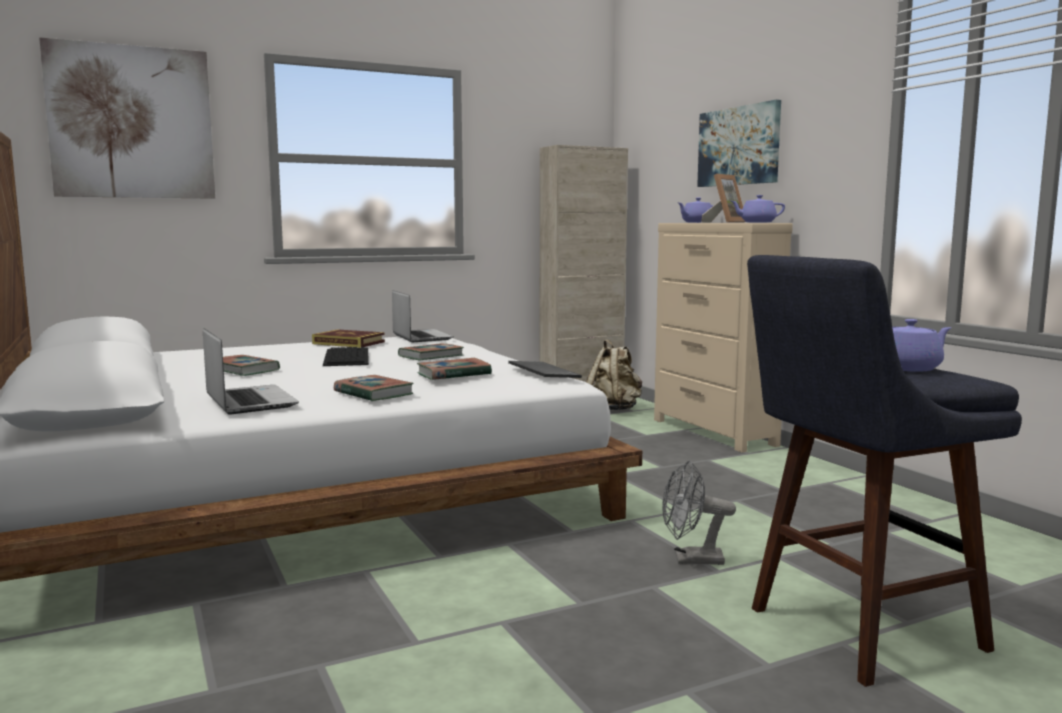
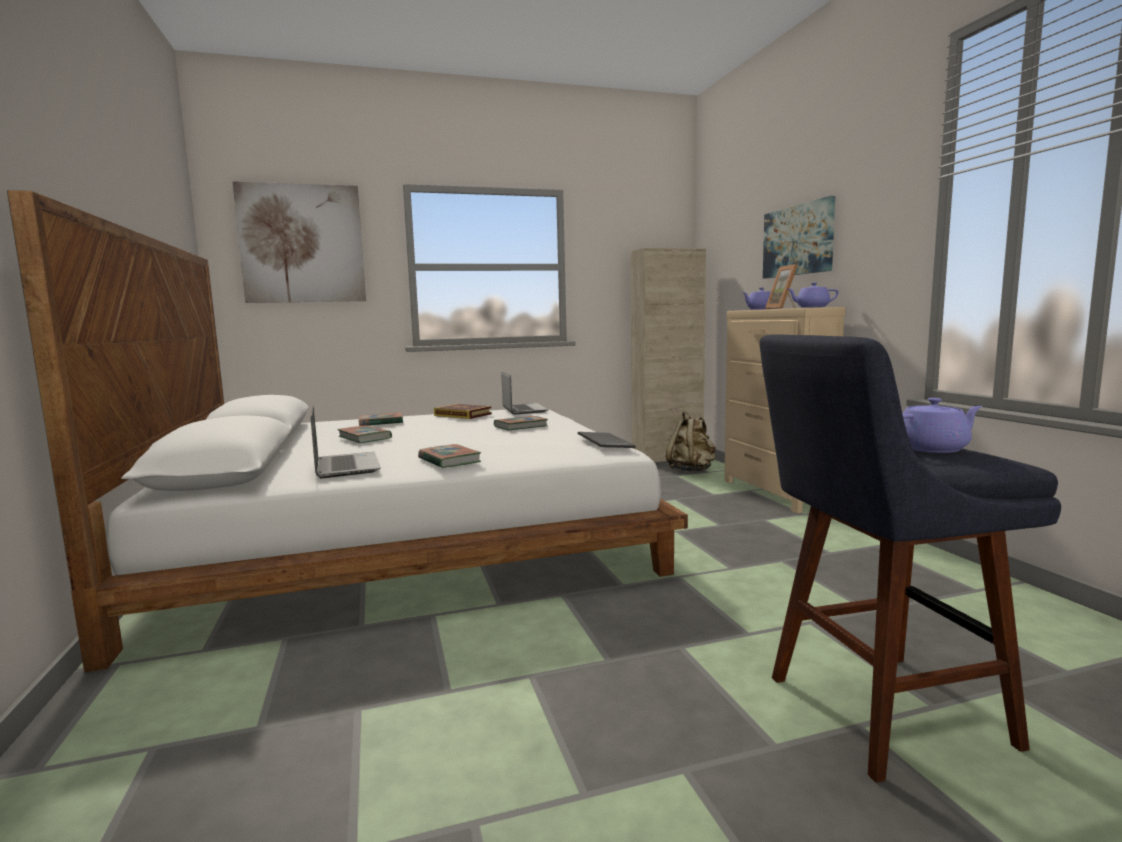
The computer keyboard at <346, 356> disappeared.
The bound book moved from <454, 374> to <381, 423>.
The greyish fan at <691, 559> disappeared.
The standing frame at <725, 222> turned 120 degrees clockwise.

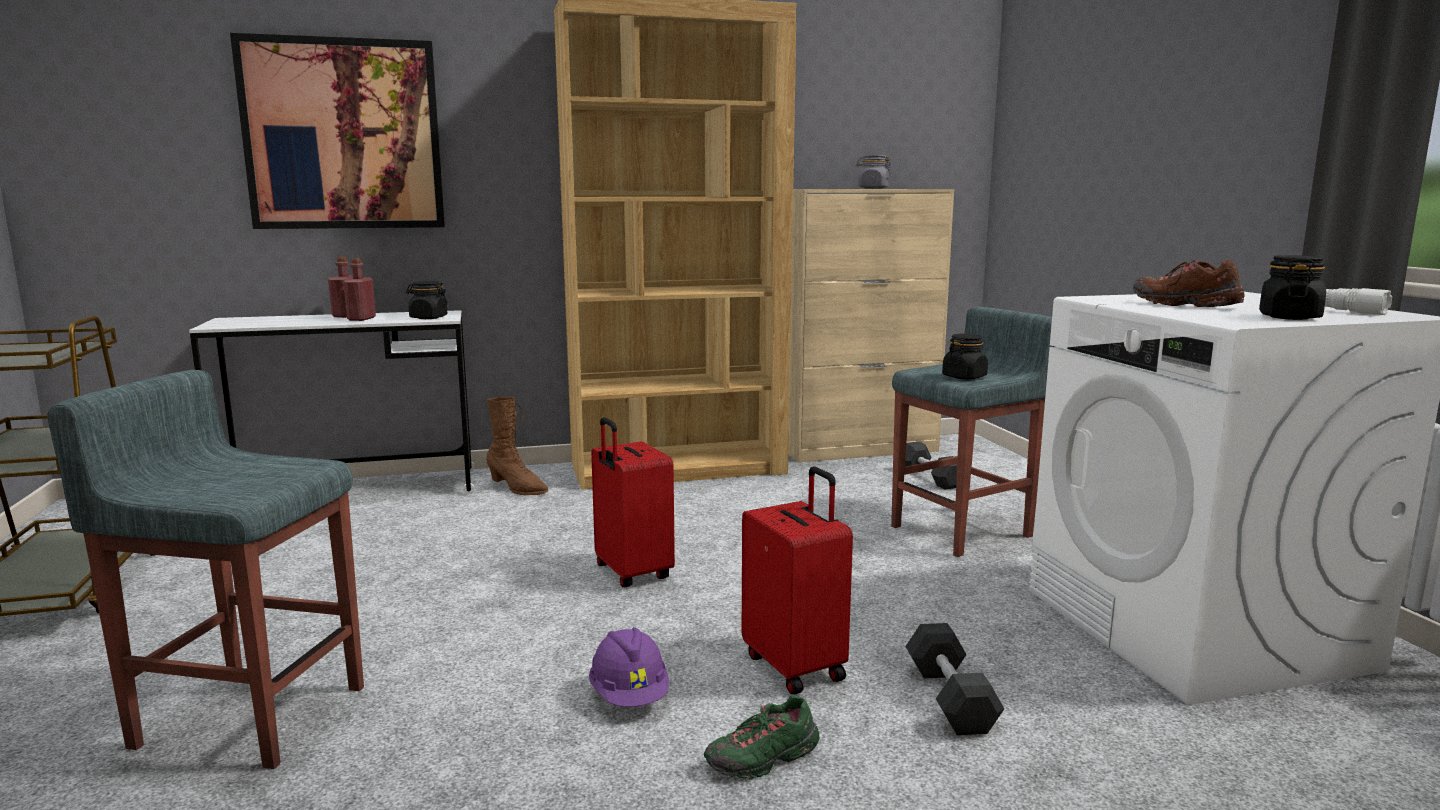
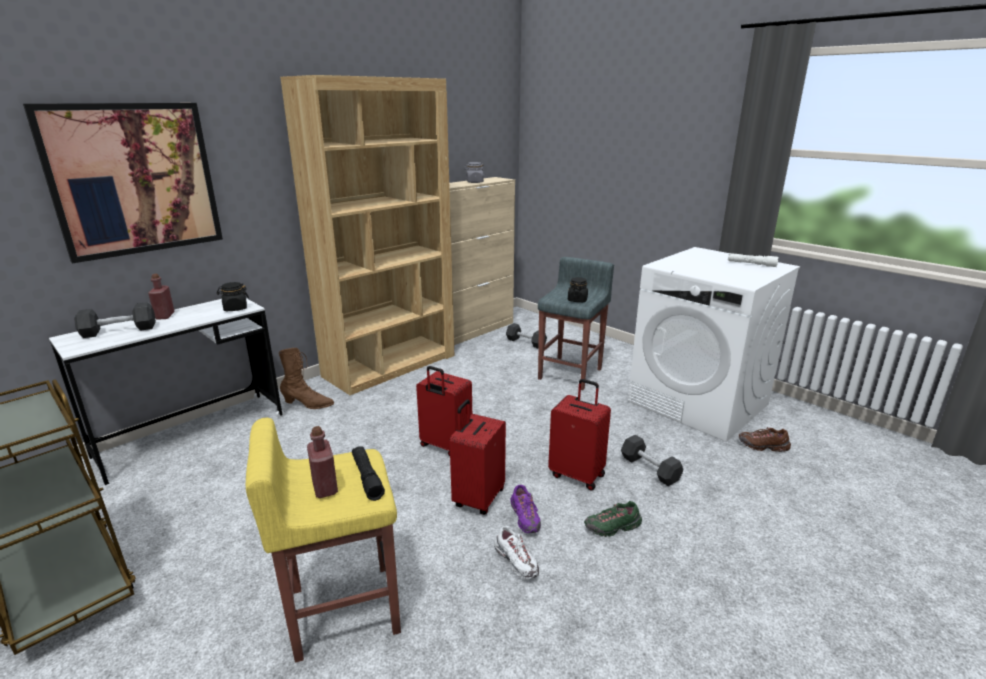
The greyish stool at <249, 715> became the yellow stool at <342, 610>.
The red beverage bottle moved from <361, 319> to <325, 488>.
The purplish work helmet at <630, 696> was replaced by the purplish shoe at <525, 518>.
The green-coloured shoe at <763, 759> turned 45 degrees clockwise.
The brown-coloured shoe moved from <1185, 305> to <763, 446>.
The black-coloured storage jar at <1289, 317> disappeared.
The black-coloured dumbbell at <119, 331> appeared.
The black-coloured hand torch at <367, 477> appeared.
The red travel case at <478, 498> appeared.
The whitish shoe at <516, 562> appeared.

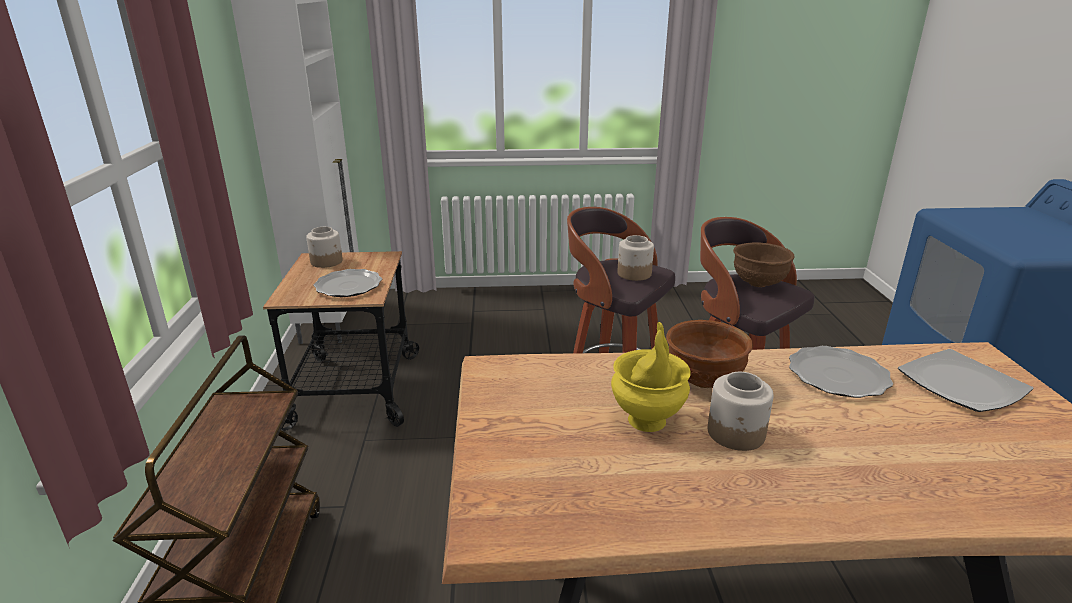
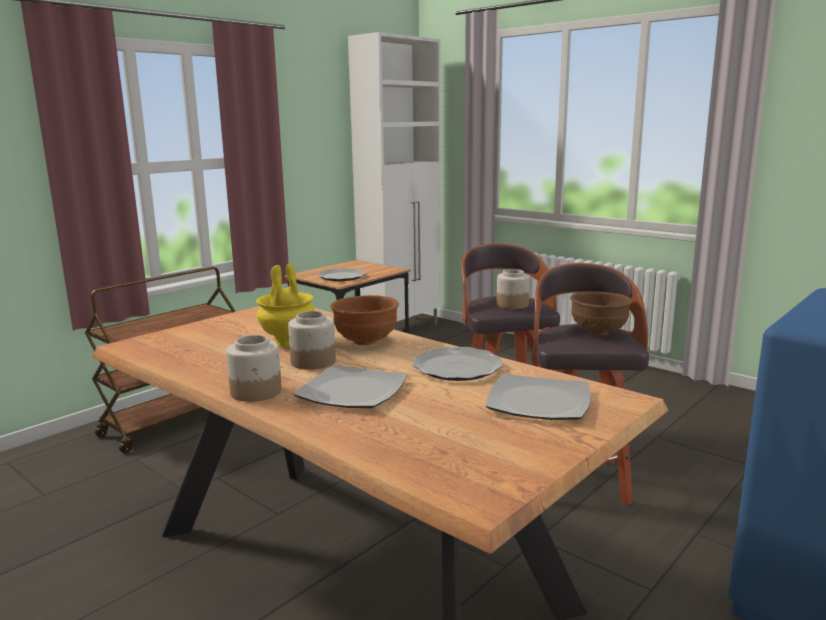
The storage jar moved from <327, 261> to <256, 392>.
The plate at <351, 391> appeared.

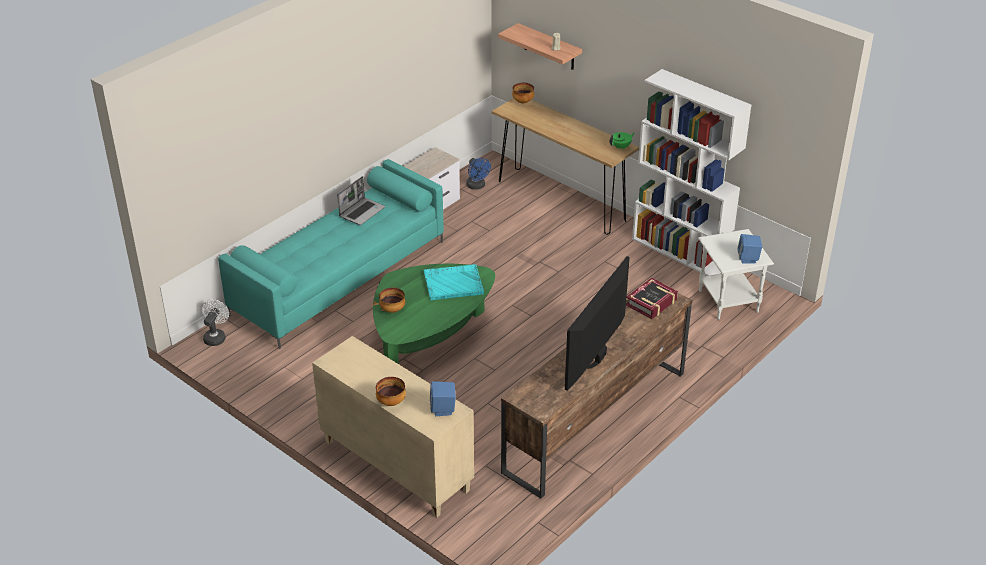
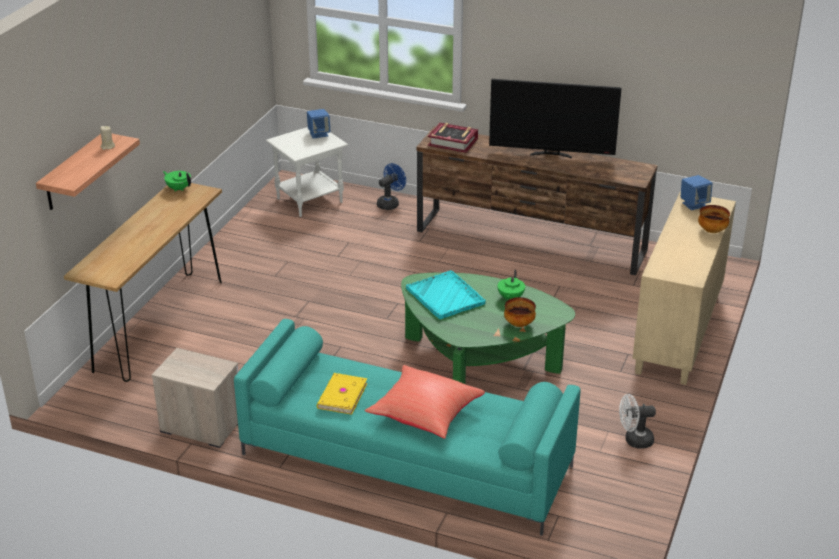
The whitish fan moved from <216, 337> to <634, 440>.
The laptop at <362, 212> was replaced by the yellow bound book at <341, 396>.
The bluish fan moved from <477, 186> to <390, 203>.
The deep dish at <523, 101> disappeared.
The whitish shelving unit at <680, 252> disappeared.
The red throw pillow at <424, 416> appeared.
The green-coloured pot for tea at <510, 298> appeared.

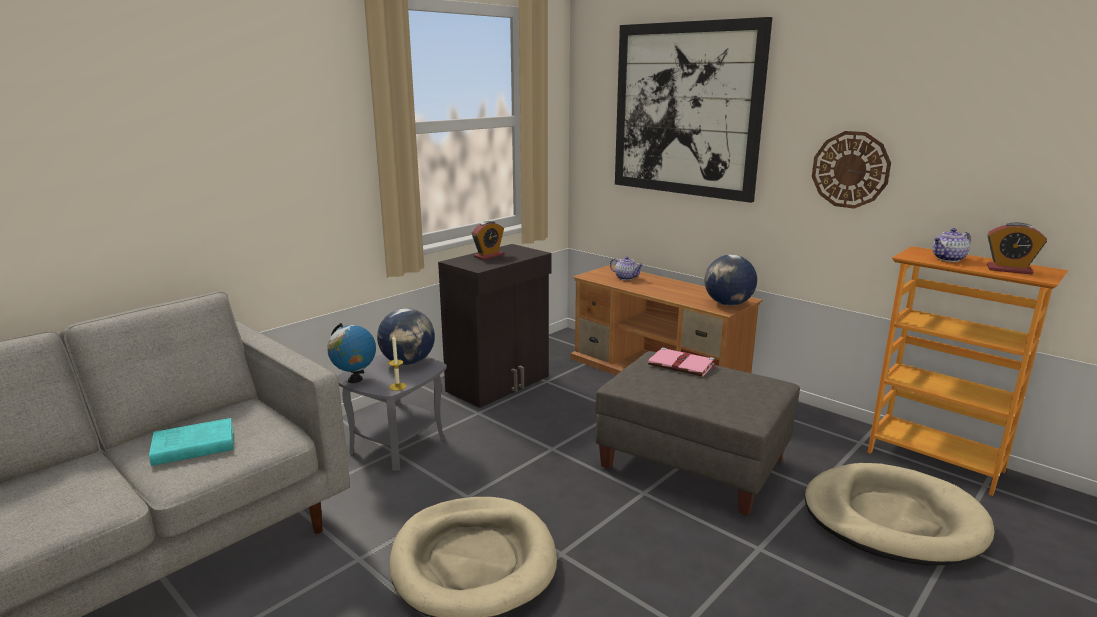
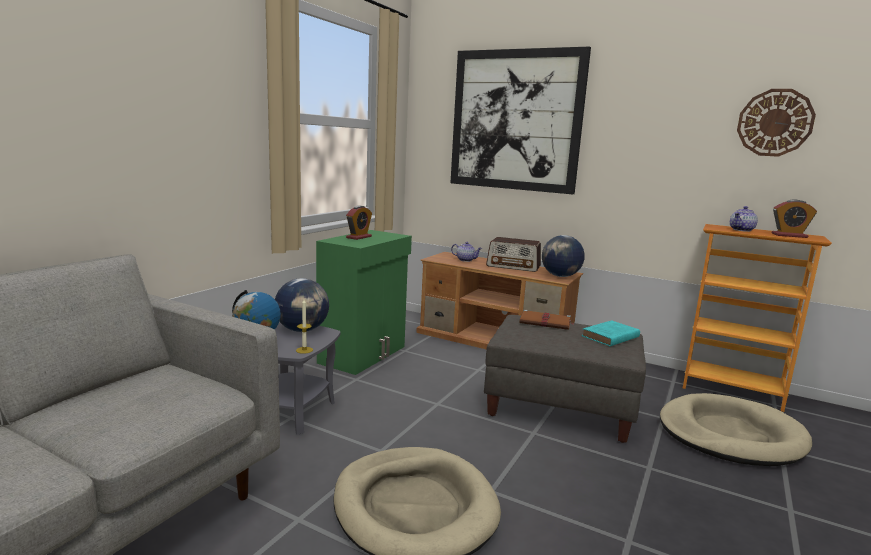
The turquoise-coloured bound book moved from <191, 447> to <609, 337>.
The black-coloured cupboard at <500, 384> became the green-coloured cupboard at <364, 354>.
The pink bound book at <682, 365> became the brown-coloured bound book at <546, 322>.
The wall clock moved from <850, 169> to <775, 122>.
The radio set at <513, 266> appeared.

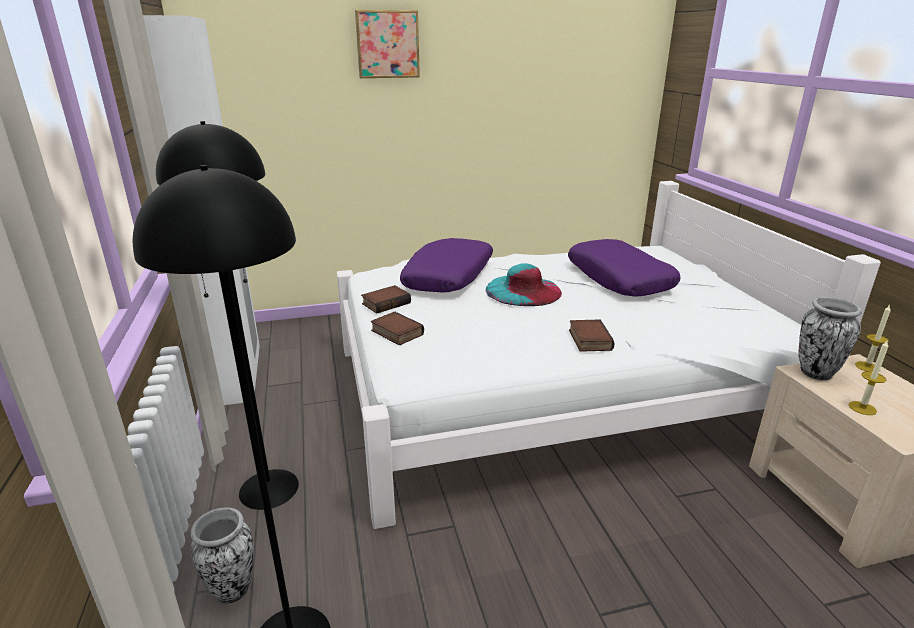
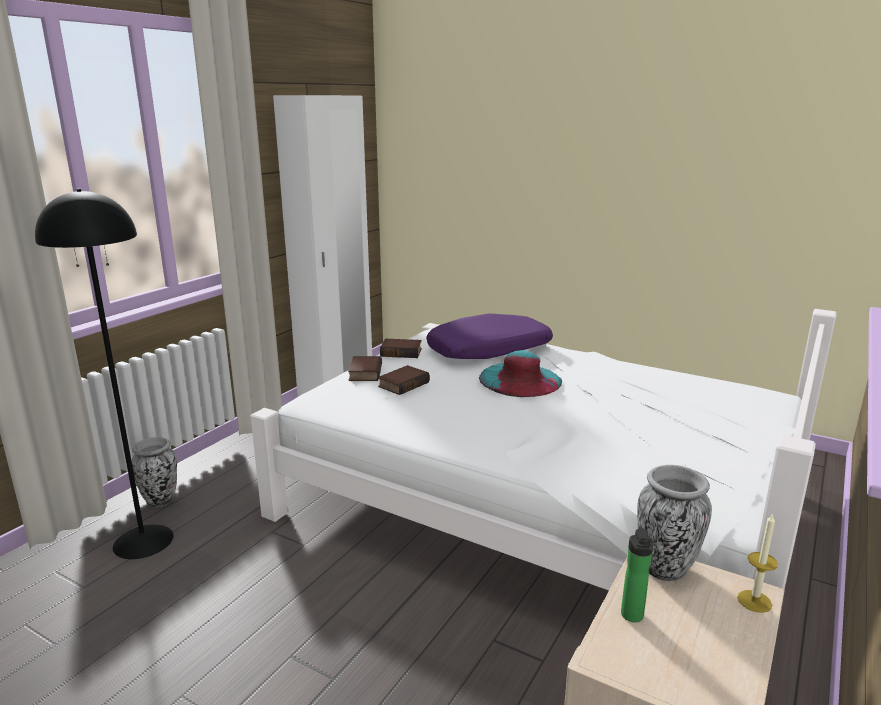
The black-coloured floor lamp at <269, 488> disappeared.
The wall art at <387, 44> disappeared.
The purplish throw pillow at <619, 279> disappeared.
The bound book moved from <588, 339> to <403, 384>.
The wax light at <862, 408> was replaced by the beverage bottle at <632, 617>.

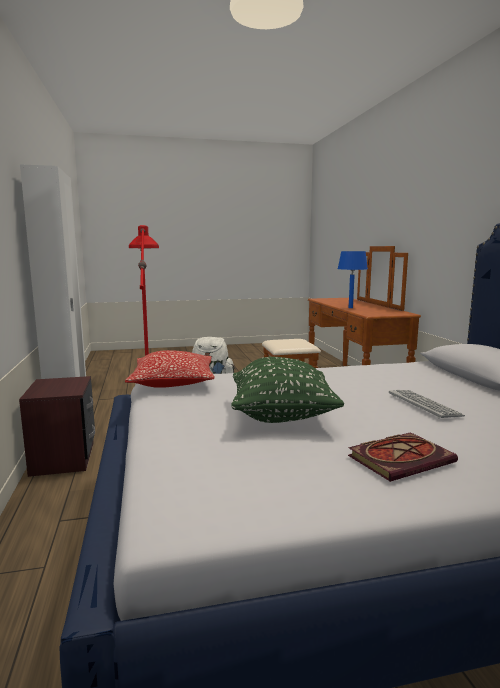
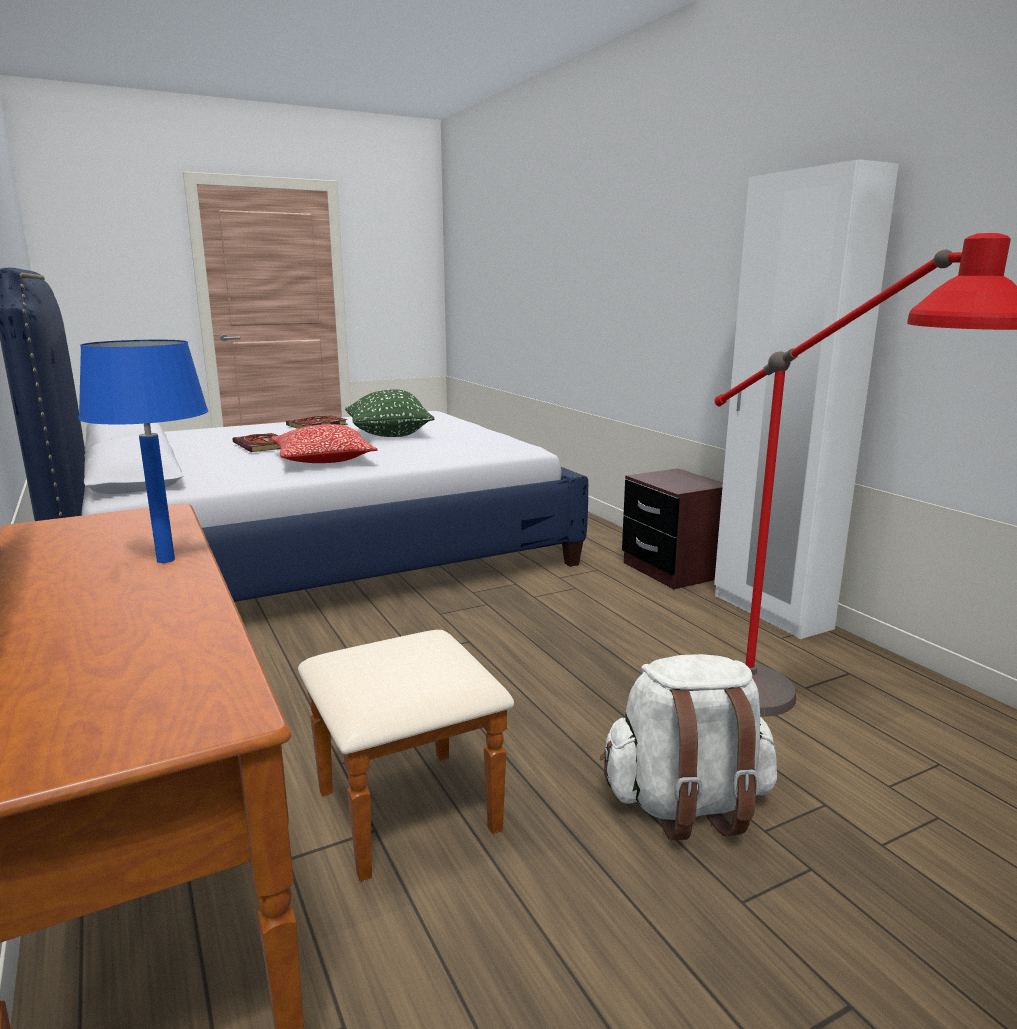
The throw pillow moved from <173, 382> to <323, 460>.
The computer keyboard at <424, 404> was replaced by the bound book at <263, 446>.

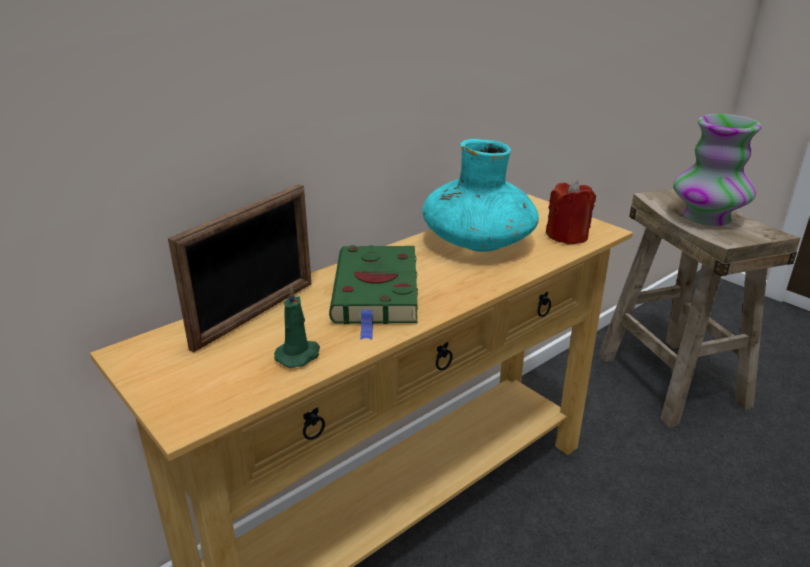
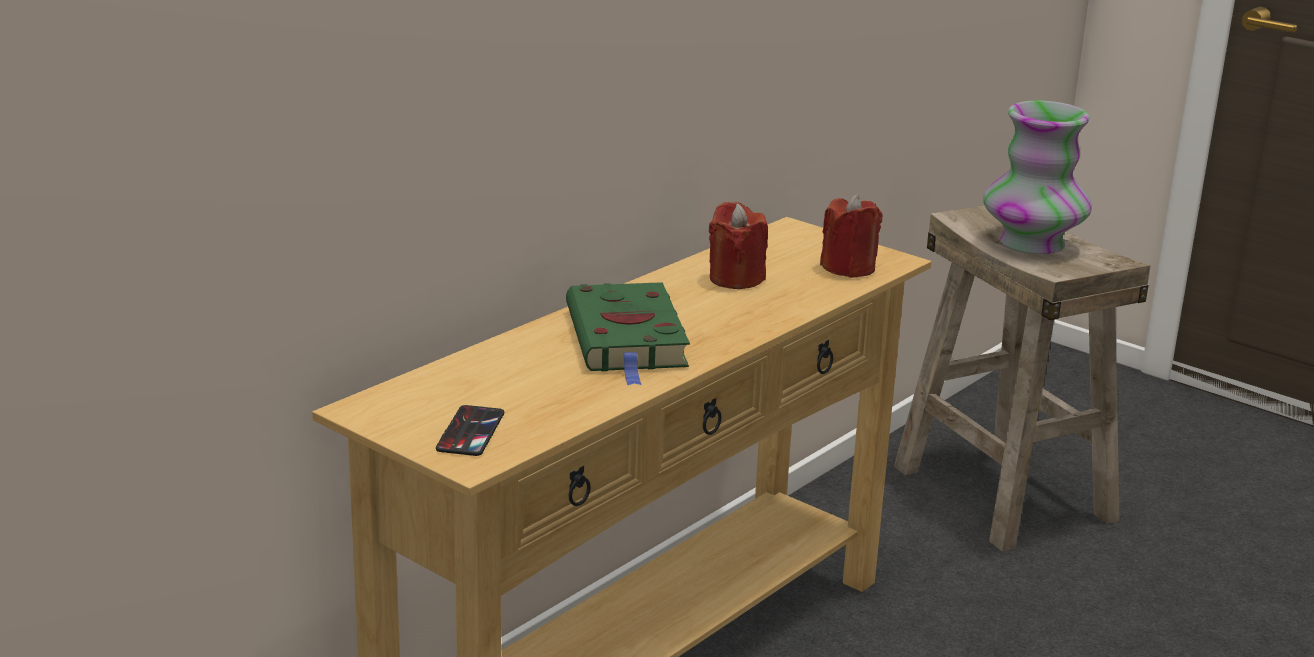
The standing frame at <256, 314> disappeared.
The green-coloured wax light at <299, 355> disappeared.
The turquoise-coloured decorative vase at <478, 242> was replaced by the red wax light at <736, 279>.
The handset at <470, 432> appeared.

